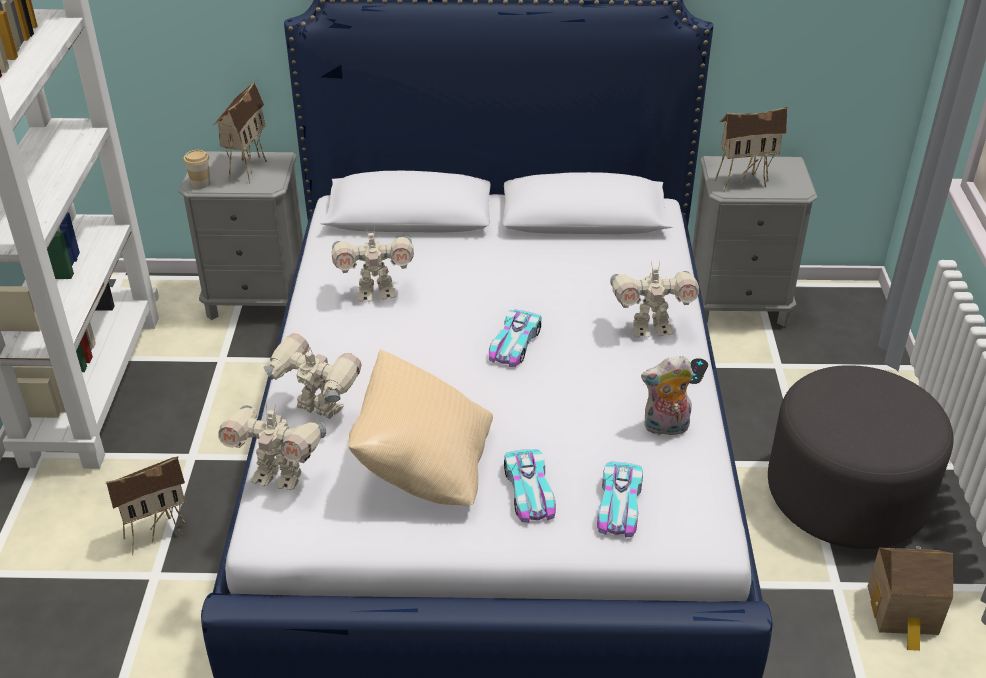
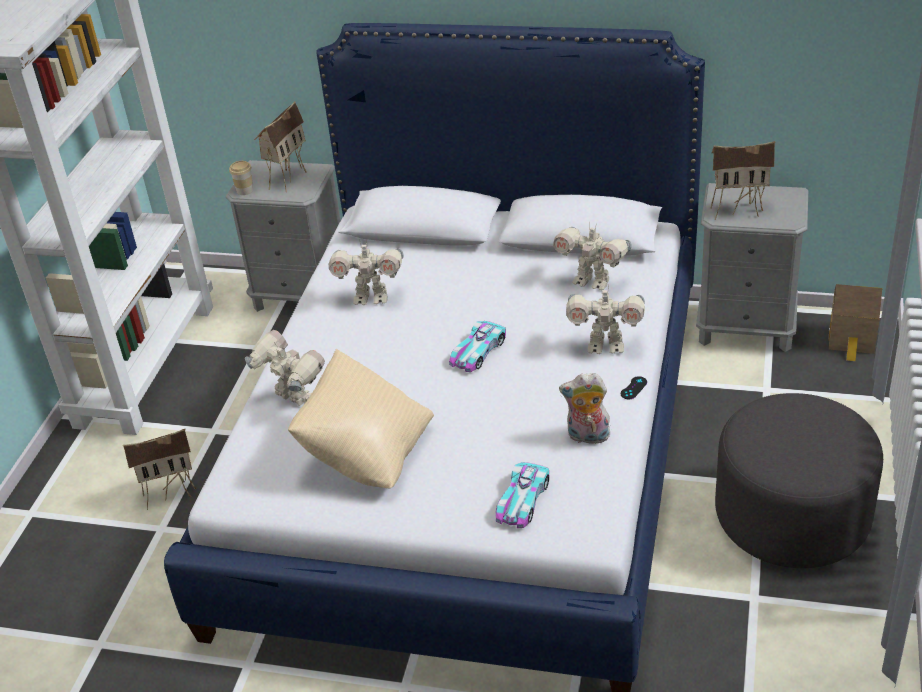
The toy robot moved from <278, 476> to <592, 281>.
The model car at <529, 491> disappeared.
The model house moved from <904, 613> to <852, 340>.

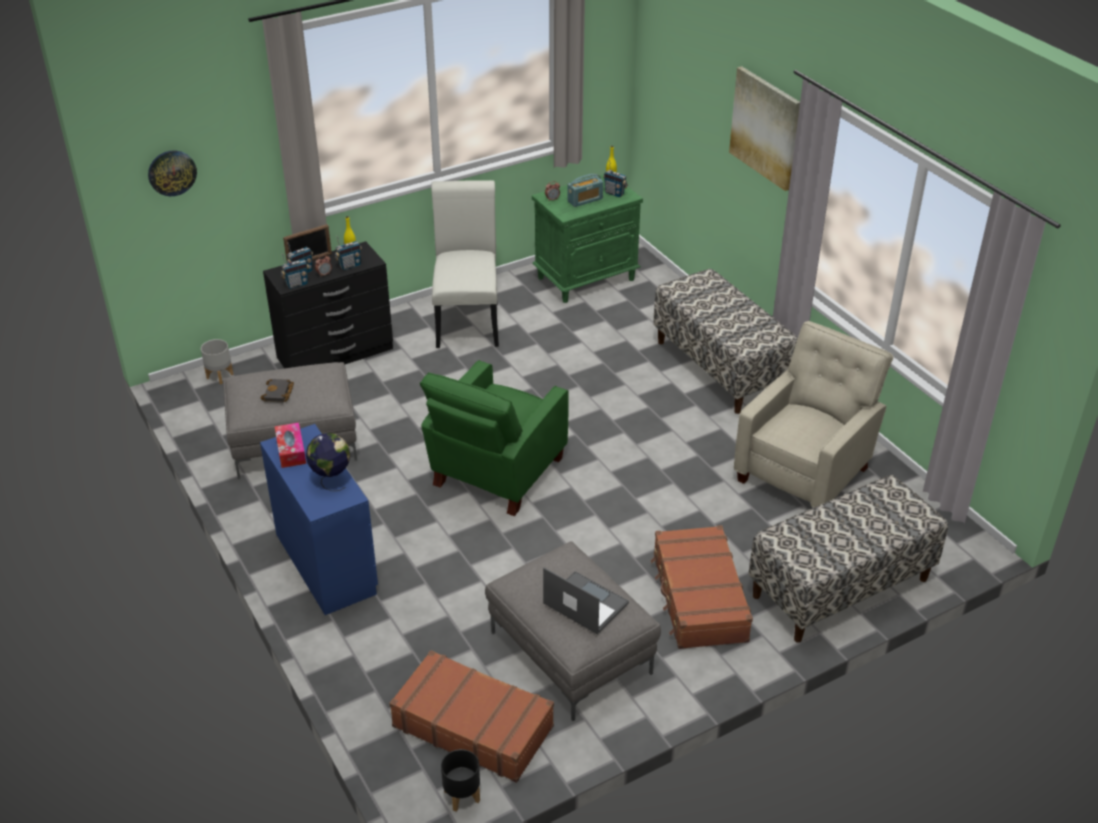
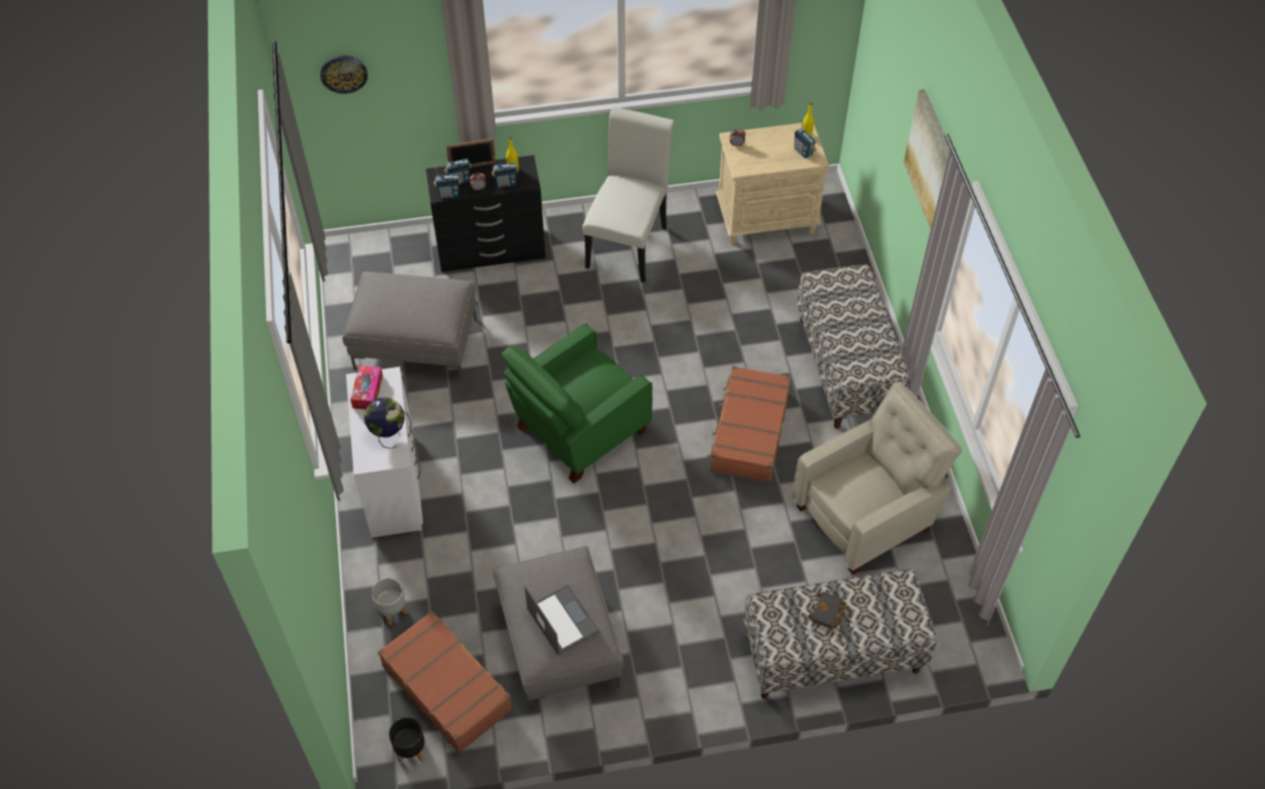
The greyish flower pot moved from <219, 376> to <392, 611>.
The bluish chest of drawers at <327, 562> became the whitish chest of drawers at <394, 483>.
The black-coloured bound book moved from <278, 393> to <827, 613>.
The green-coloured night table at <586, 278> became the sand-coloured night table at <767, 219>.
The radio set at <585, 200> disappeared.
The brown-coloured travel case moved from <698, 598> to <748, 432>.

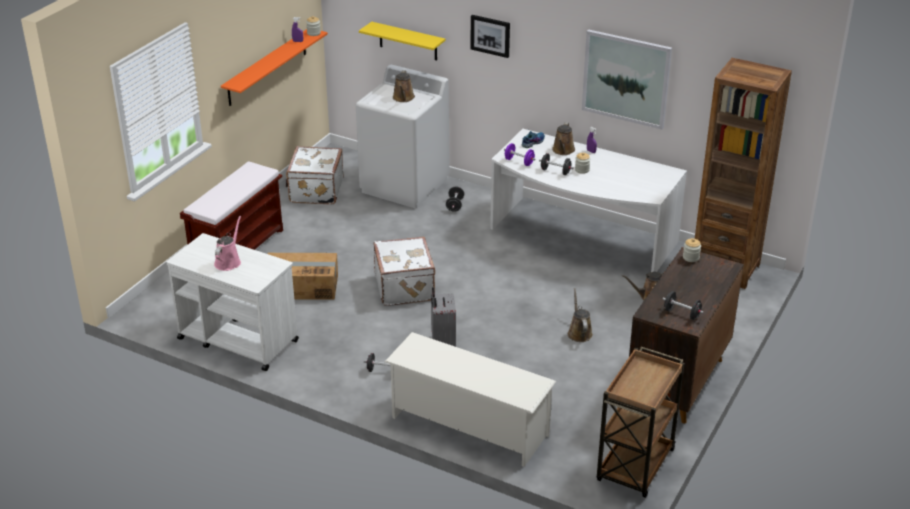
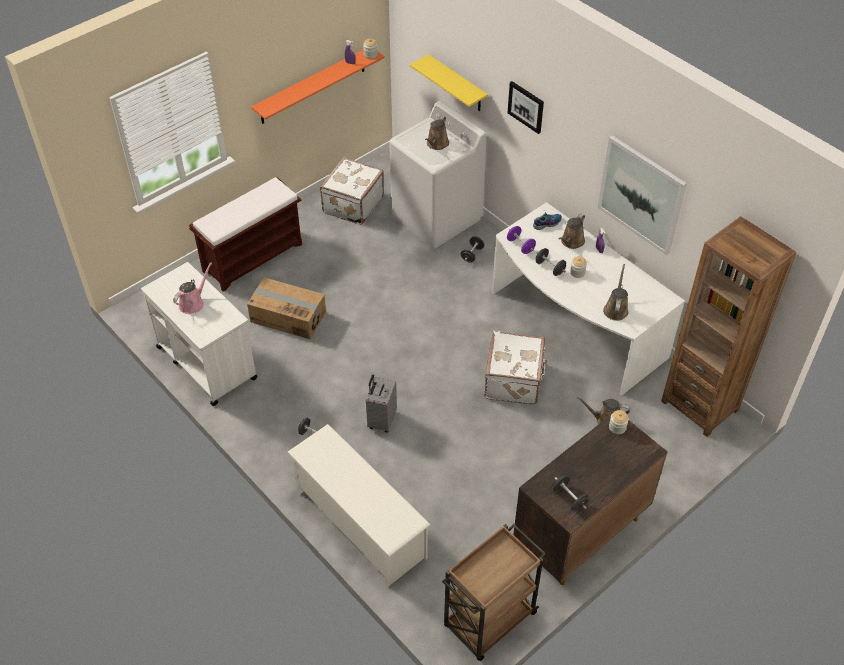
The whitish travel case moved from <405, 287> to <514, 380>.
The brown-coloured watering pot moved from <579, 332> to <616, 309>.

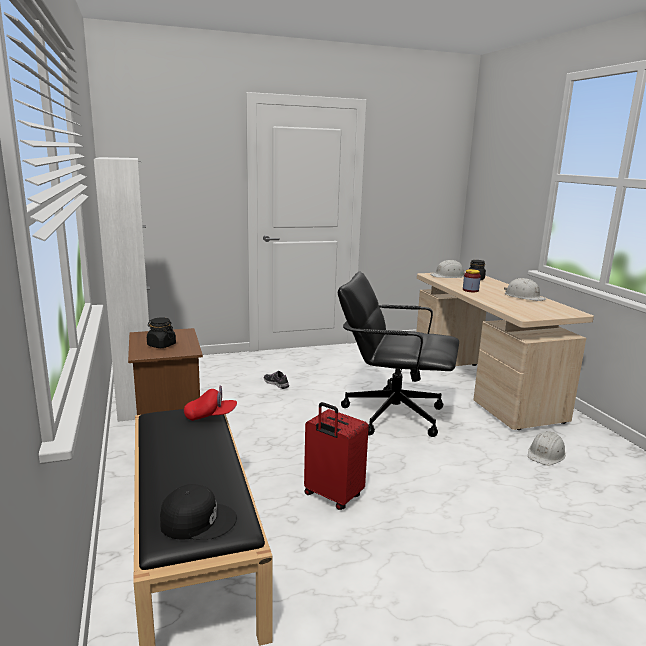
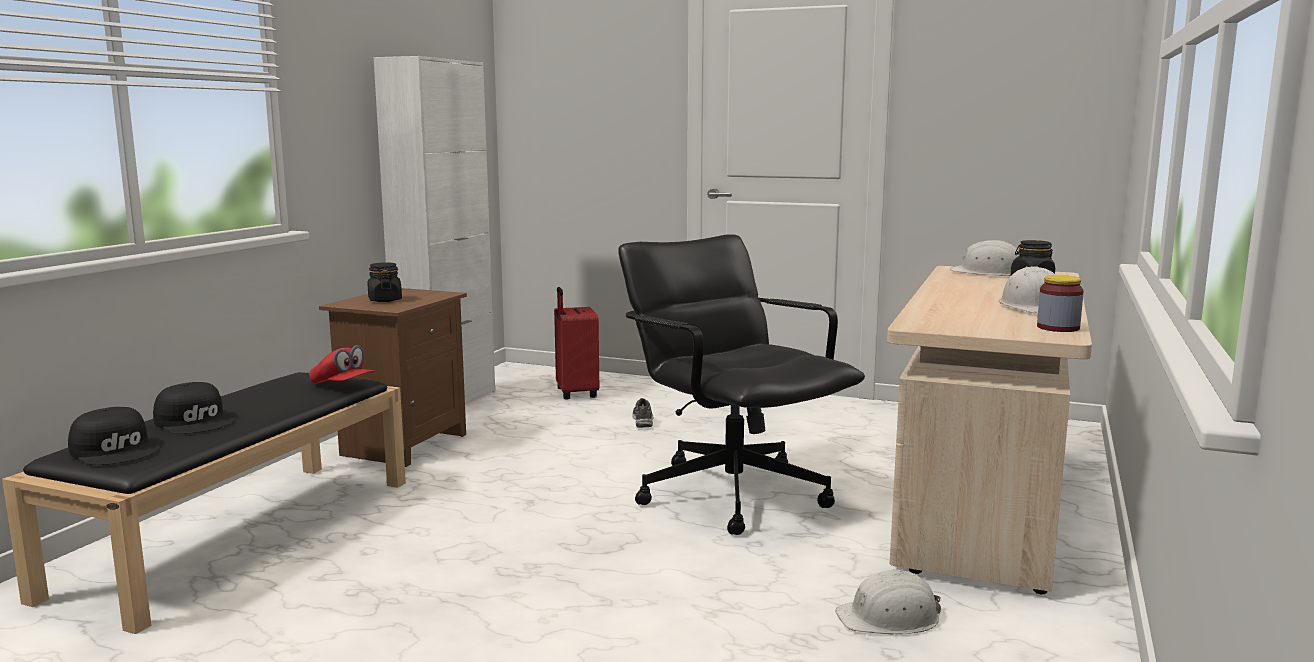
The red travel case moved from <332, 496> to <575, 394>.
The storage jar moved from <470, 290> to <1058, 328>.
The black-coloured cap at <196, 421> appeared.

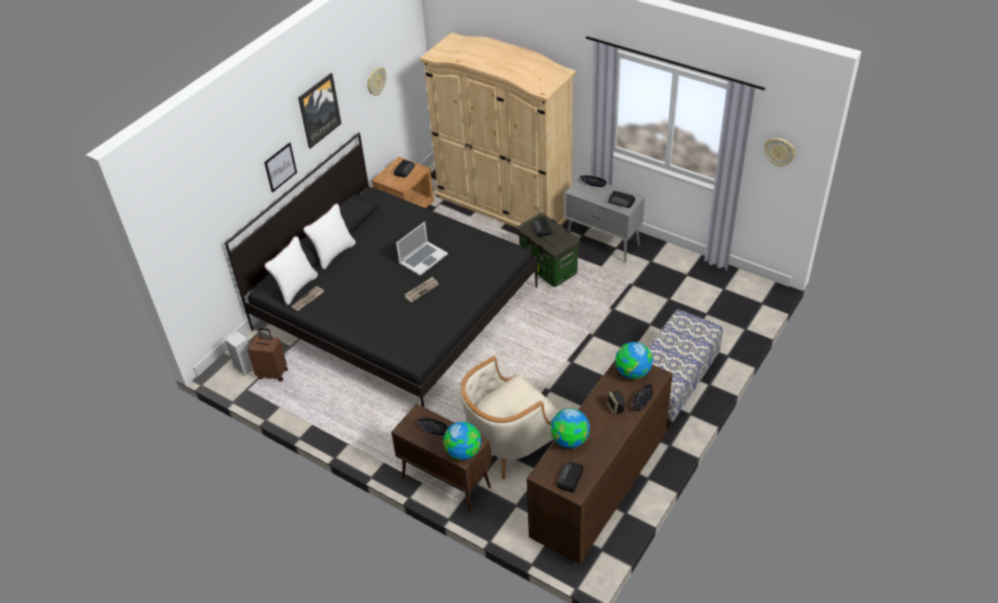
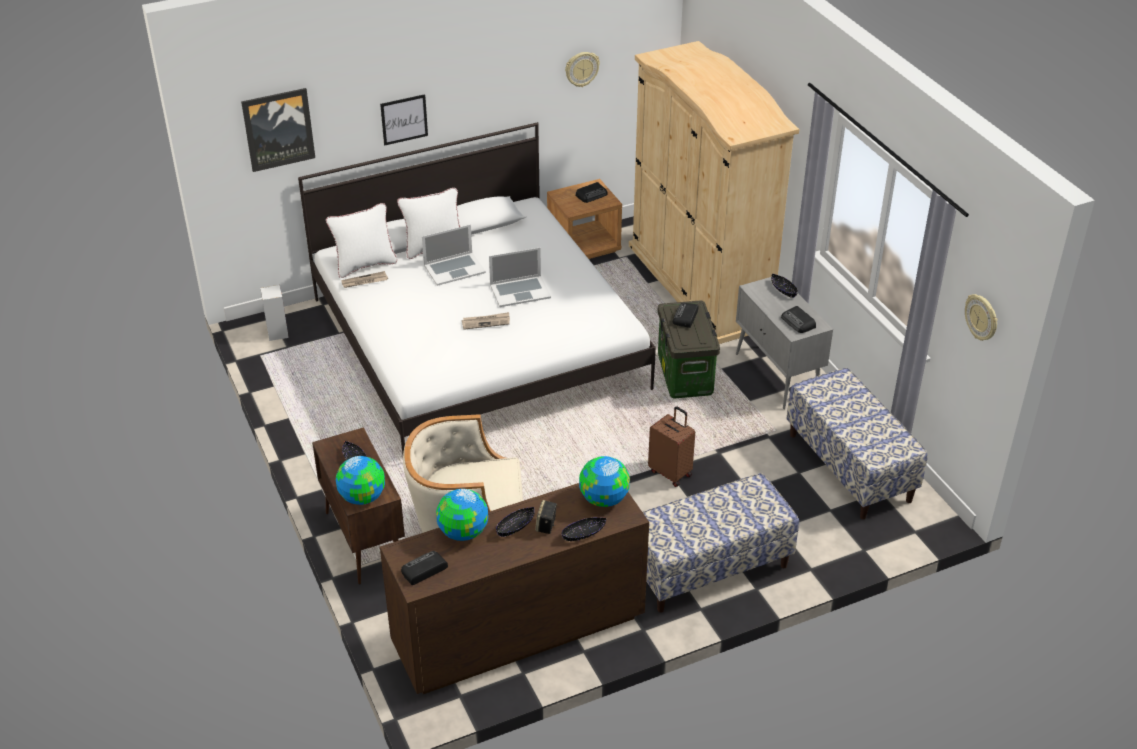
The black-coloured bedroom bed at <396, 308> became the whitish bedroom bed at <478, 343>.
The brown-coloured travel case moved from <273, 373> to <671, 472>.
The wall art moved from <319, 110> to <278, 129>.
The laptop at <454, 269> appeared.
The black-coloured deep dish at <515, 526> appeared.
The long seat at <850, 467> appeared.

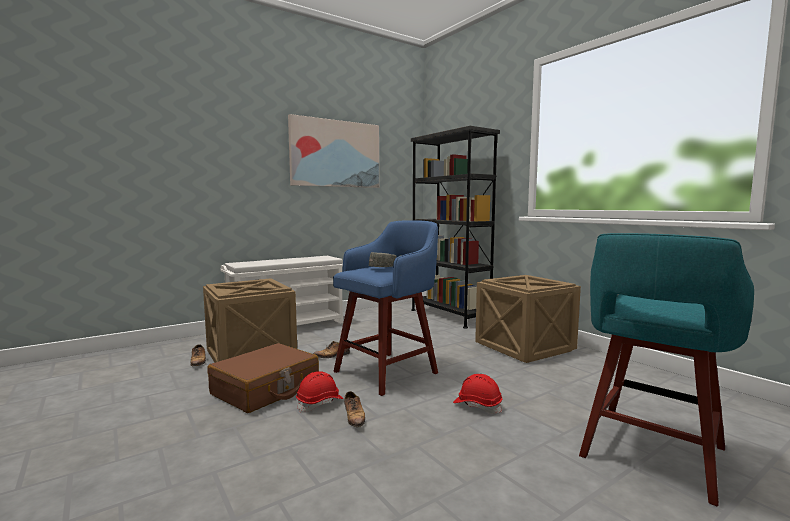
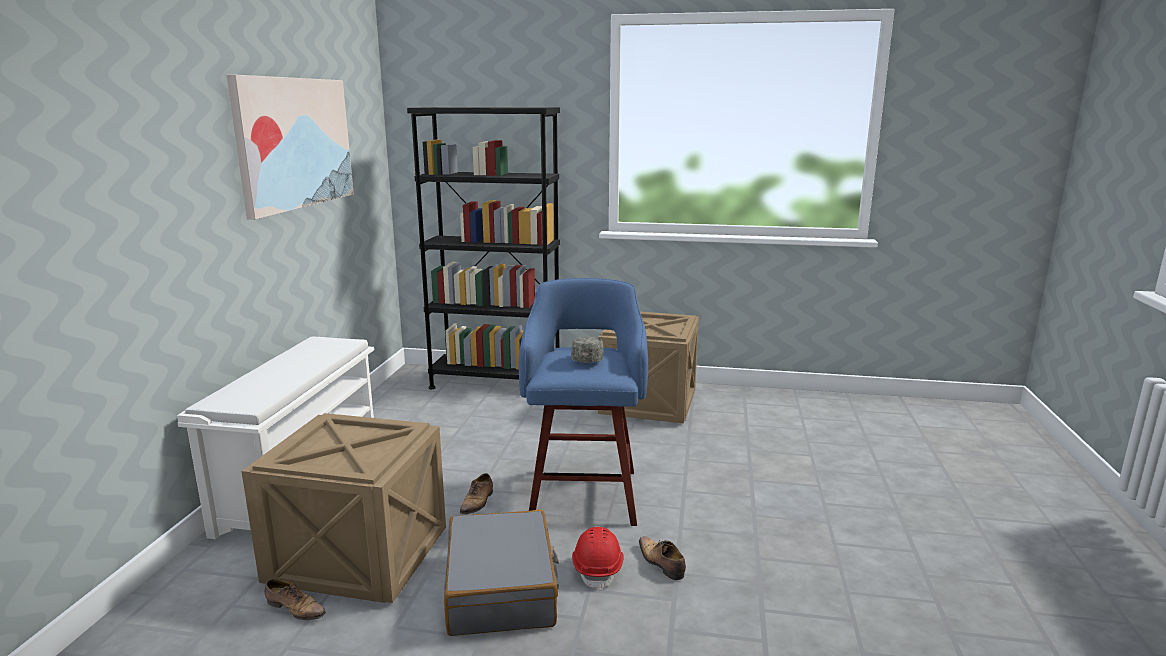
The brown-coloured travel case at <266, 389> became the greyish travel case at <501, 588>.
The shoe at <354, 417> turned 150 degrees counterclockwise.
The red work helmet at <477, 405> disappeared.
The turquoise-coloured stool at <651, 454> disappeared.

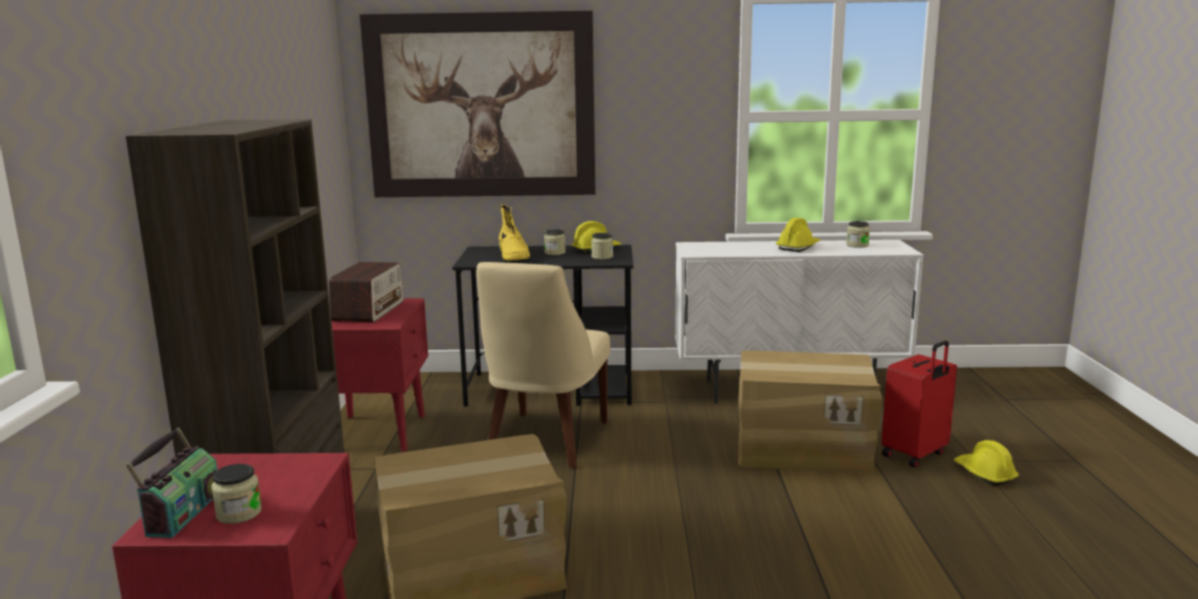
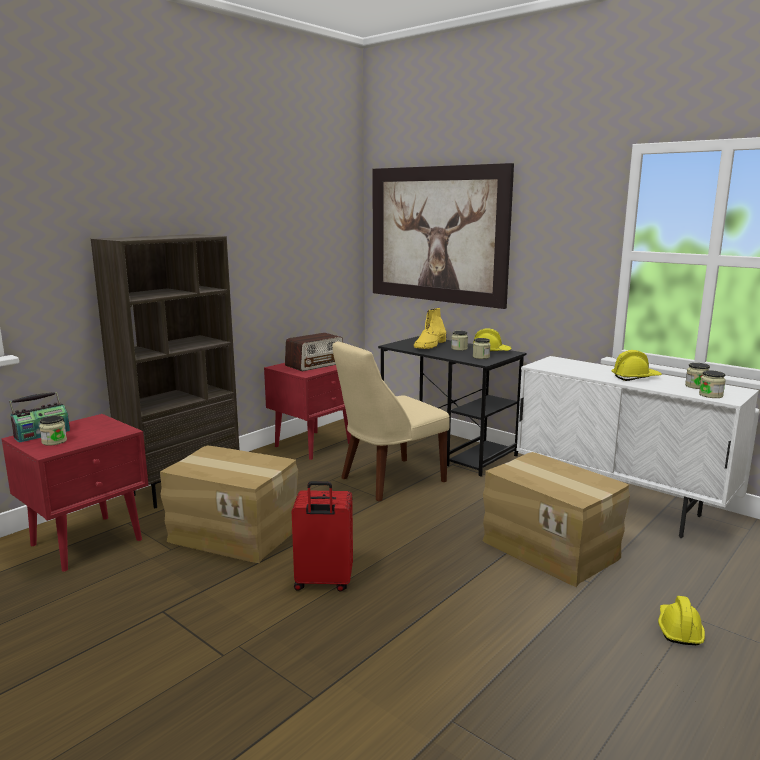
The red travel case moved from <915, 455> to <323, 582>.
The storage jar at <710, 395> appeared.

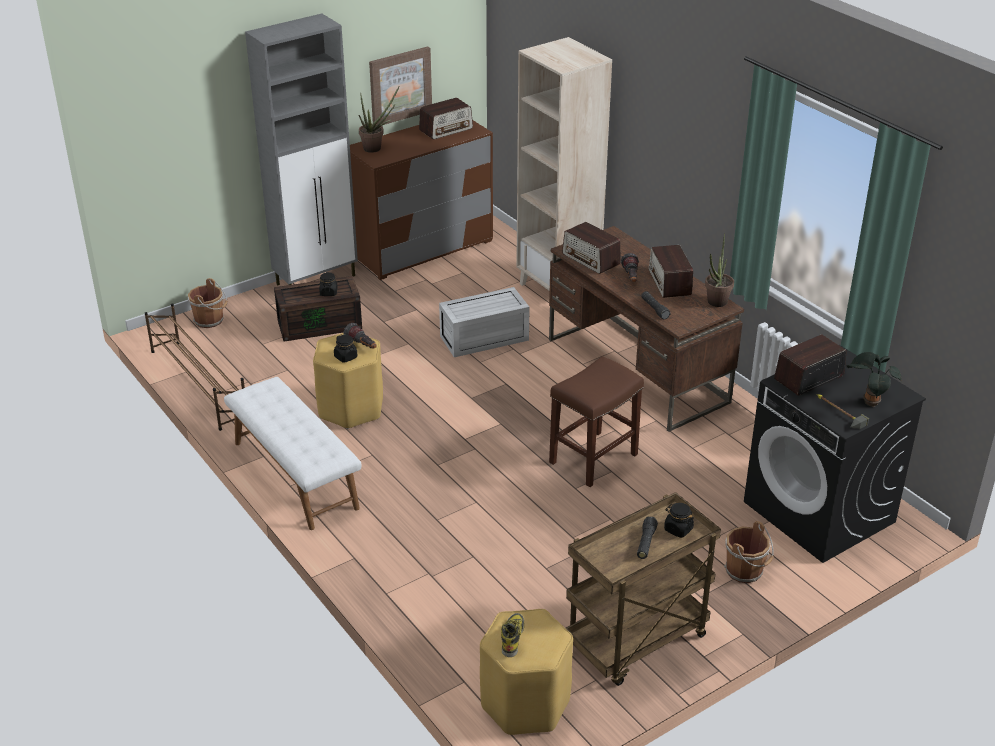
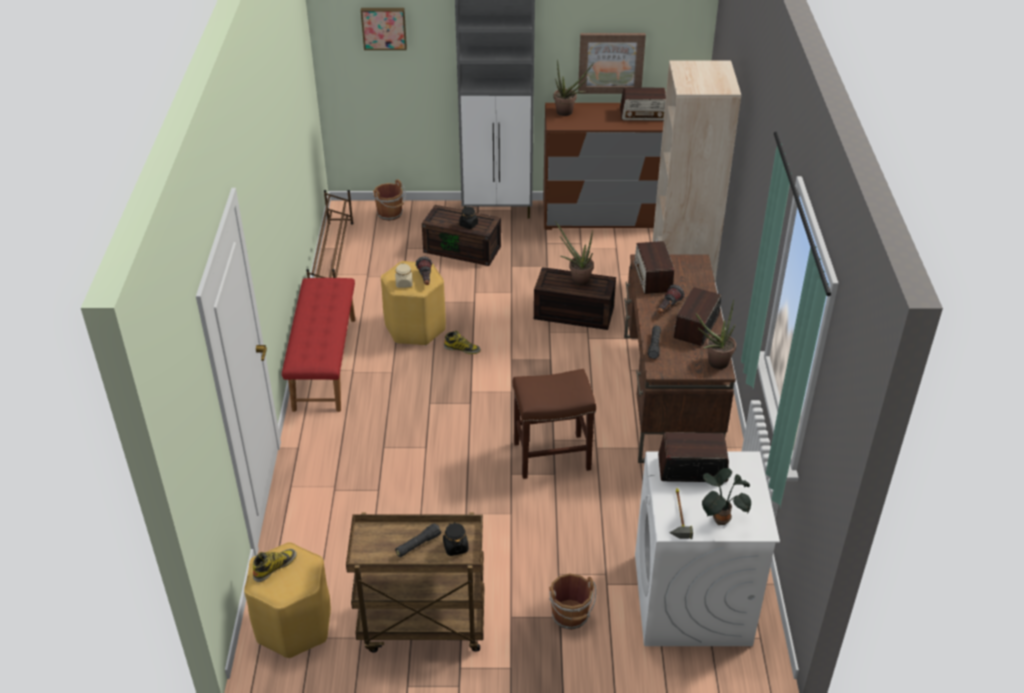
The whitish long seat at <294, 475> became the red long seat at <324, 363>.
The black-coloured storage jar at <346, 357> became the sand-coloured storage jar at <404, 283>.
The whitish storage box at <483, 339> became the brown-coloured storage box at <572, 313>.
The black-coloured laundry appliance at <820, 512> became the whitish laundry appliance at <692, 600>.
The wall art at <384, 27> appeared.
The boot at <462, 349> appeared.
The plant in a pot at <576, 279> appeared.

